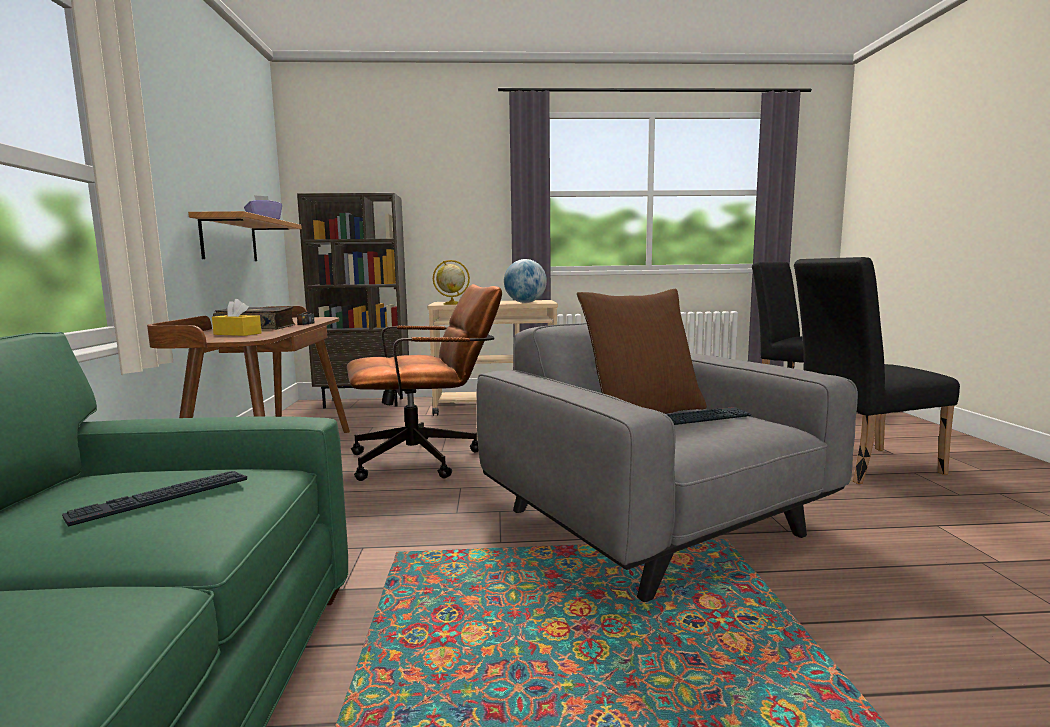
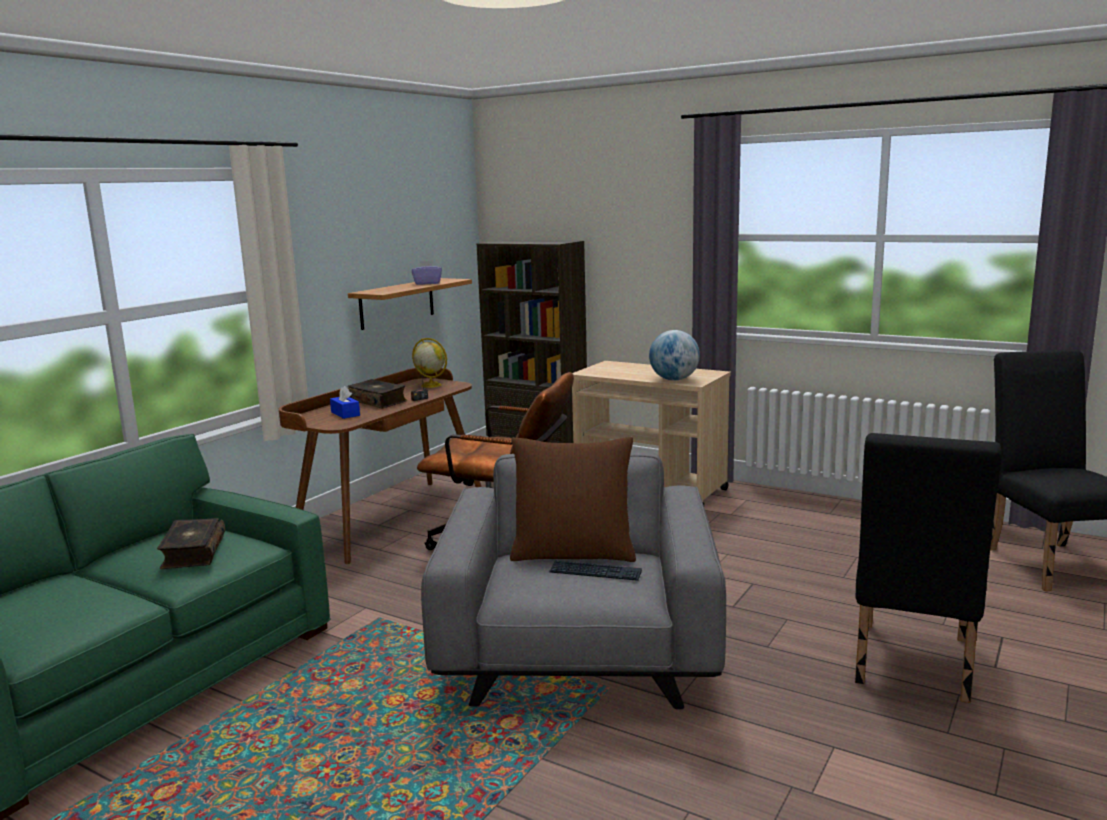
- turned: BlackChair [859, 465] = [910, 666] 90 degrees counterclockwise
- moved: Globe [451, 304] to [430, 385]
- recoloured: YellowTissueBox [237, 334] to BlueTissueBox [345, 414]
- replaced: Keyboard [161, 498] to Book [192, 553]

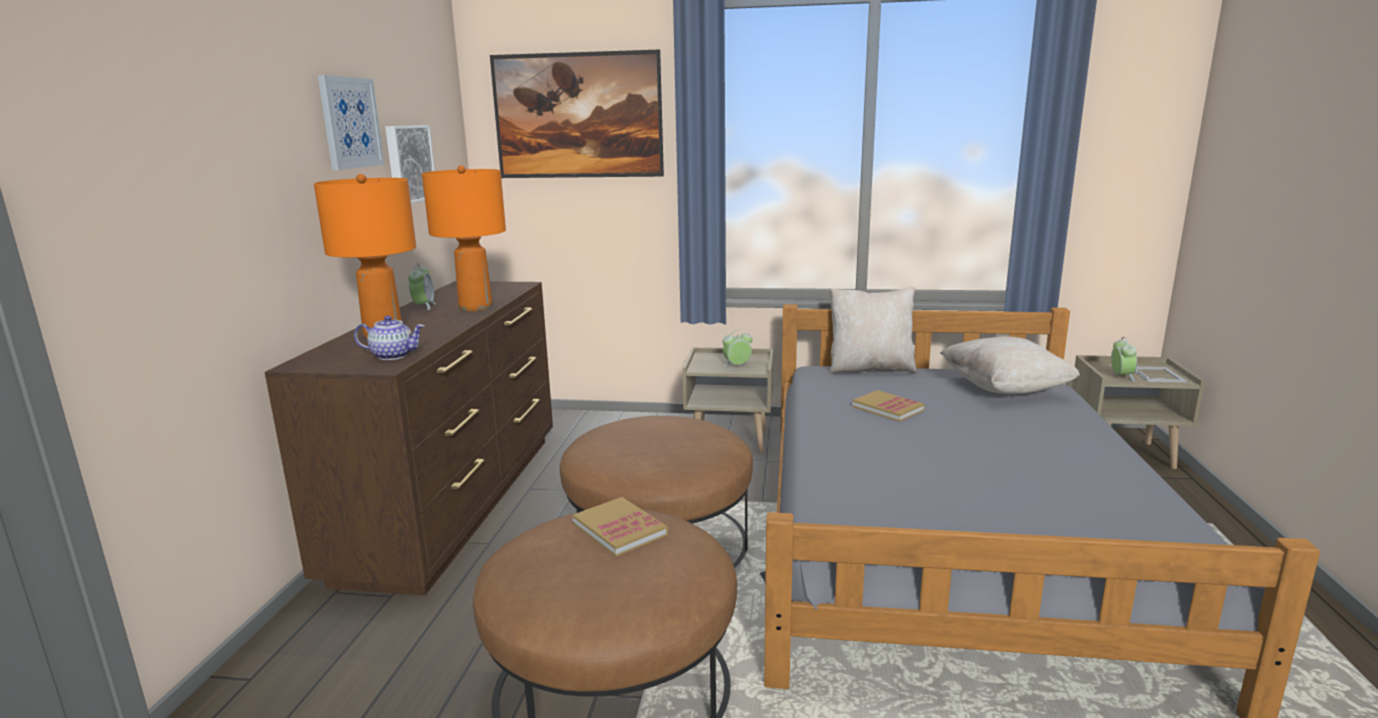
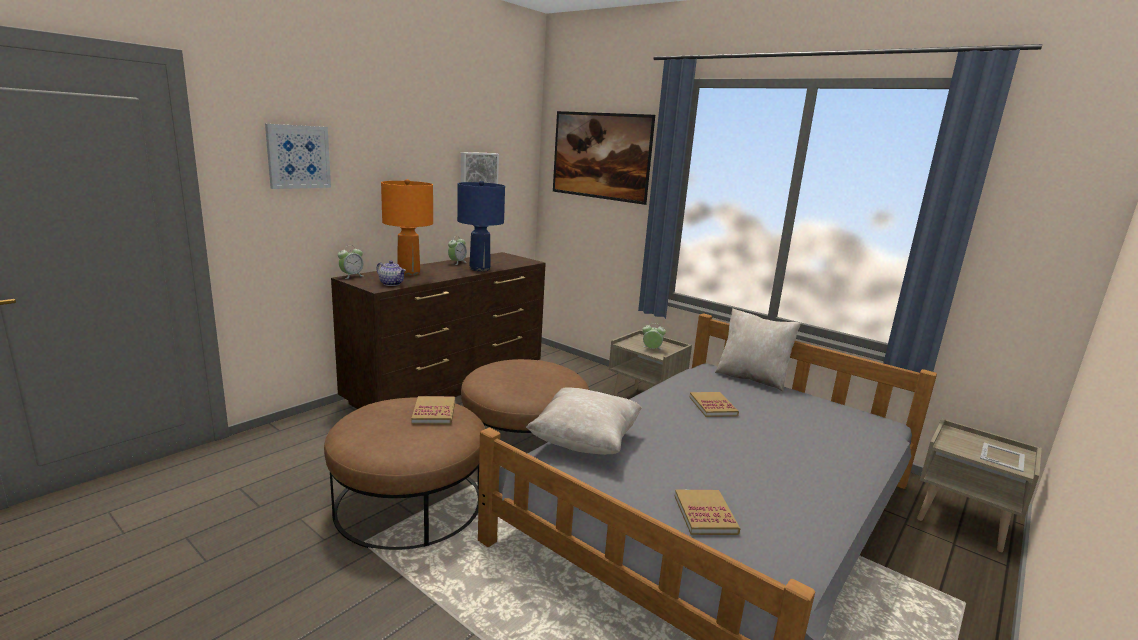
- moved: Picture [350, 123] to [298, 157]
- recoloured: OrangeTableLamp [475, 308] to BlueTableLamp [479, 269]
- moved: BeigePillow [1004, 389] to [585, 442]
- moved: AlarmClock [1121, 377] to [351, 276]
- added: Book [705, 514]

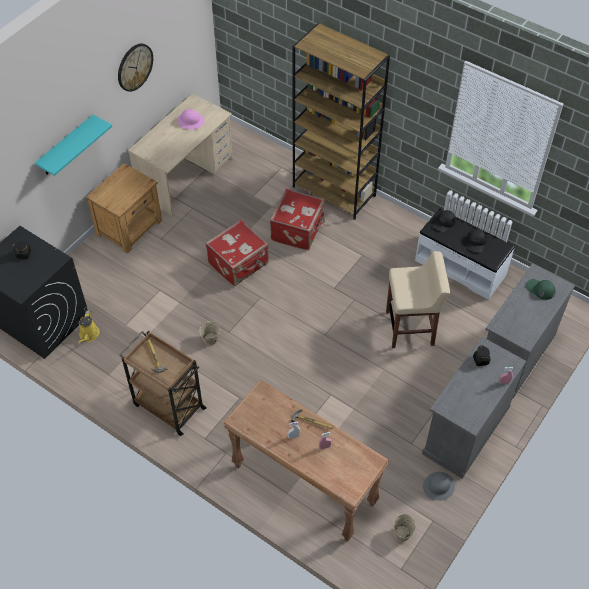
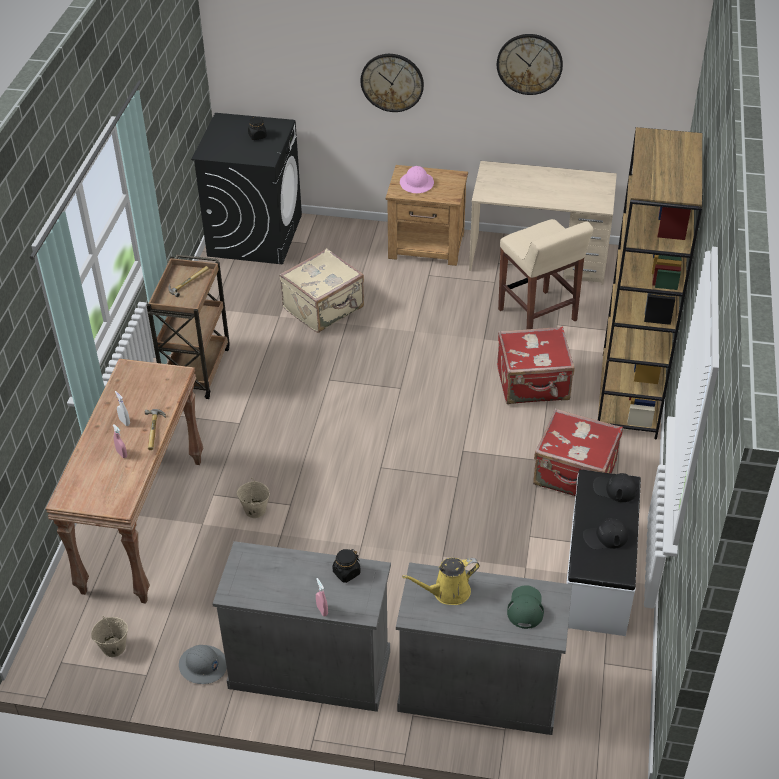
- moved: PinkHardHat [190, 121] to [417, 183]
- replaced: TurquoiseShelf [66, 146] to WallClock [392, 82]
- moved: RedSuitcase [239, 264] to [574, 475]
- moved: BeigeStool [410, 328] to [538, 316]
- moved: YellowWateringCan [89, 335] to [447, 592]
- moved: BeigeBucket [210, 339] to [254, 510]
- added: BeigeSuitcase [324, 308]

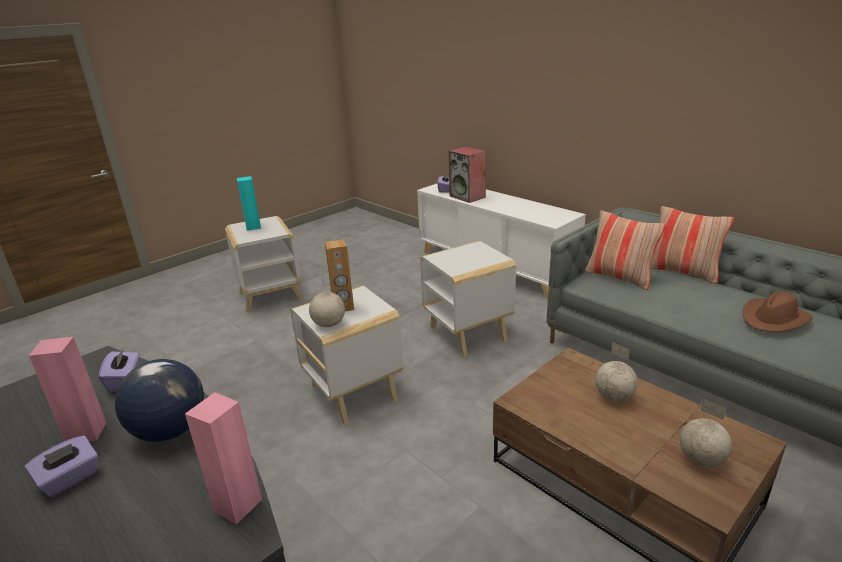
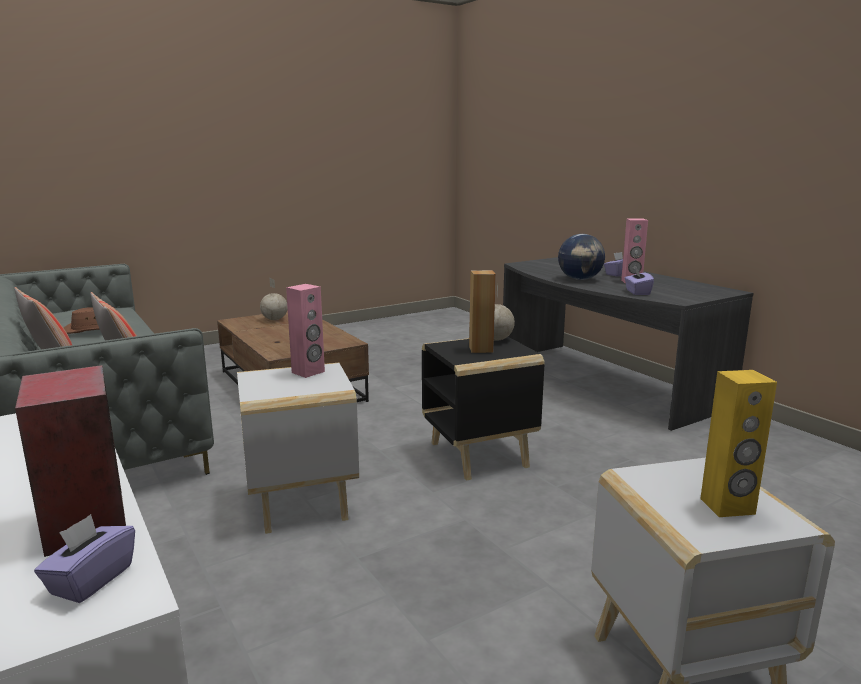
- recoloured: TurquoiseSpeaker [253, 227] to YellowSpeaker [727, 507]
- recoloured: WhiteSideTable [352, 392] to BlackSideTable [479, 455]
- removed: Globe [613, 396]
- moved: PinkSpeaker [237, 505] to [308, 372]

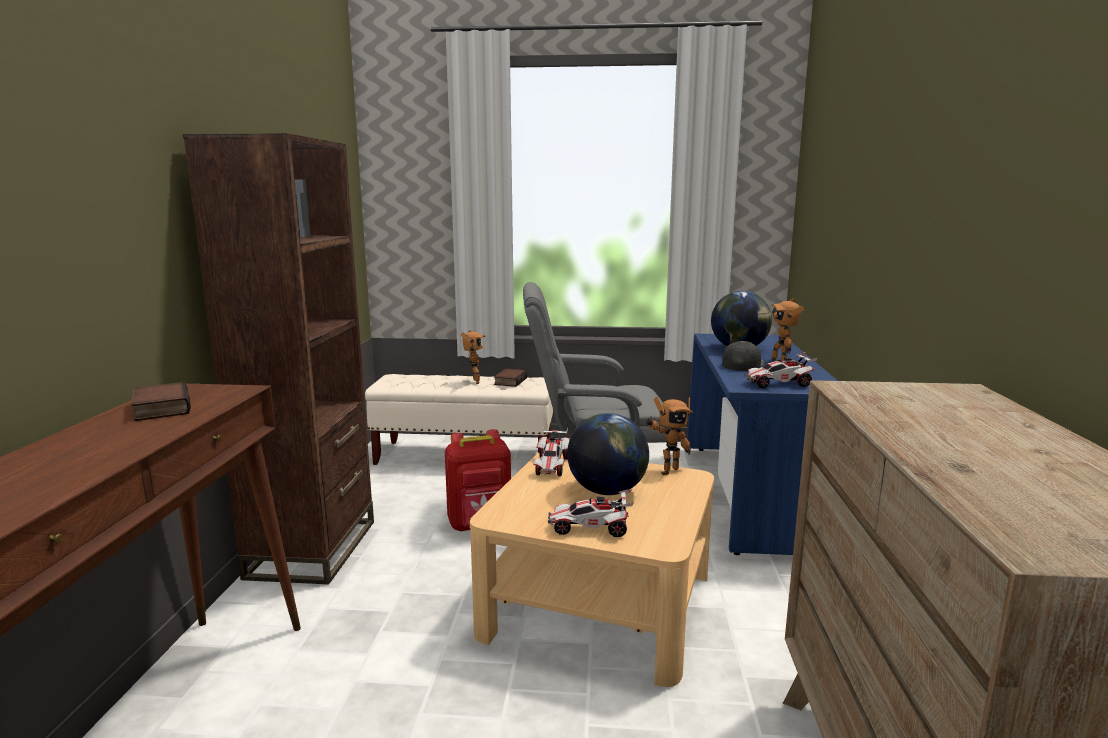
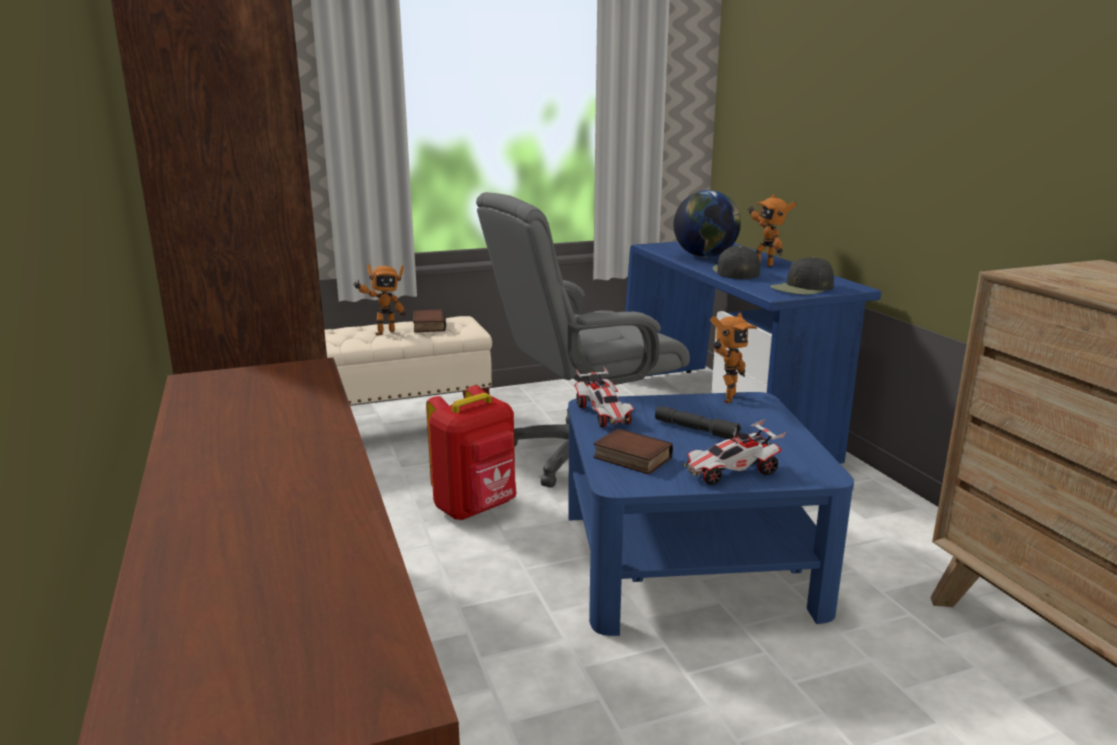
- turned: ToyRobot [474, 382] = [383, 332] 90 degrees clockwise
- replaced: ToyCar [778, 384] to BlackCap [802, 288]
- moved: Book [159, 408] to [630, 458]
- replaced: Globe [607, 491] to GreyFlashlight [696, 430]
- recoloured: BeigeCoffeeTable [600, 603] to BlueCoffeeTable [689, 559]

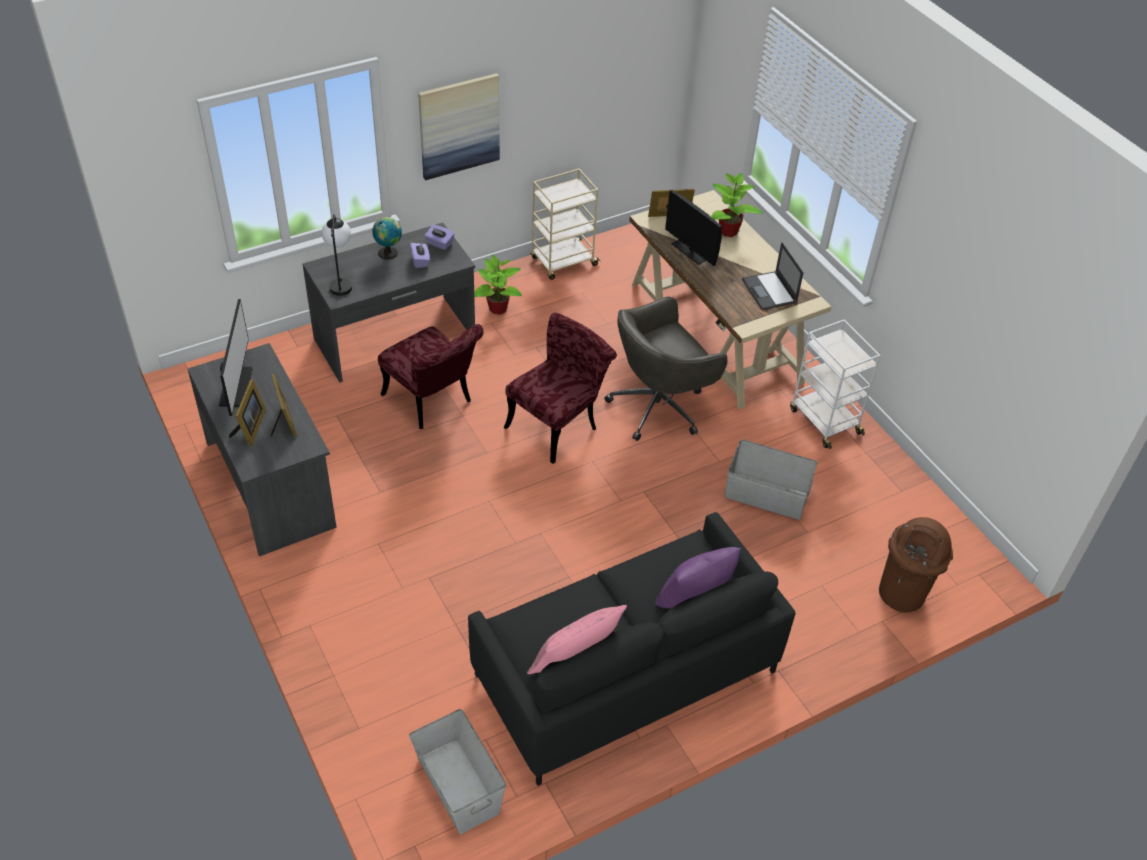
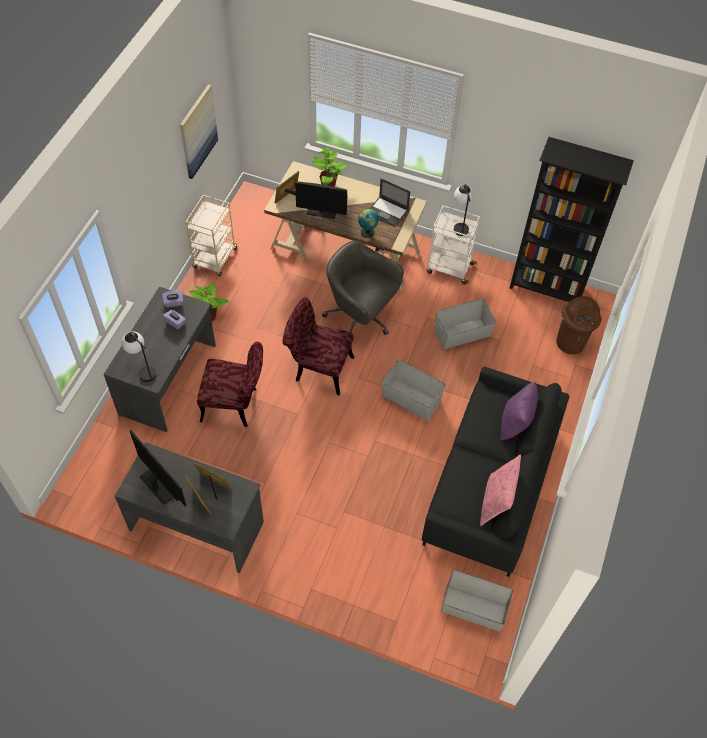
- moved: Picture [459, 126] to [197, 132]
- moved: Globe [389, 252] to [367, 232]
- turned: GreyOfficeChair [659, 406] = [360, 318] 105 degrees clockwise
- turned: RedChair [558, 423] = [318, 368] 75 degrees counterclockwise
- added: BlackBookcase [547, 289]
- added: TableLamp [459, 225]
- added: GreyStorageBox [411, 399]

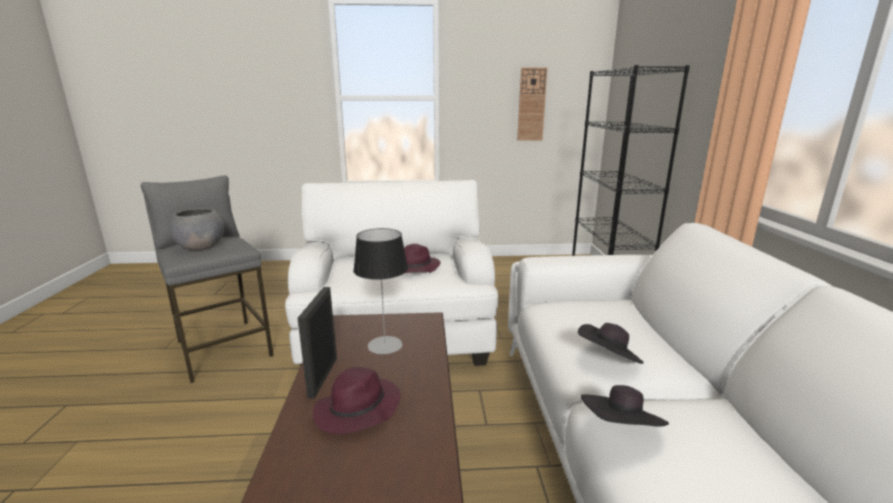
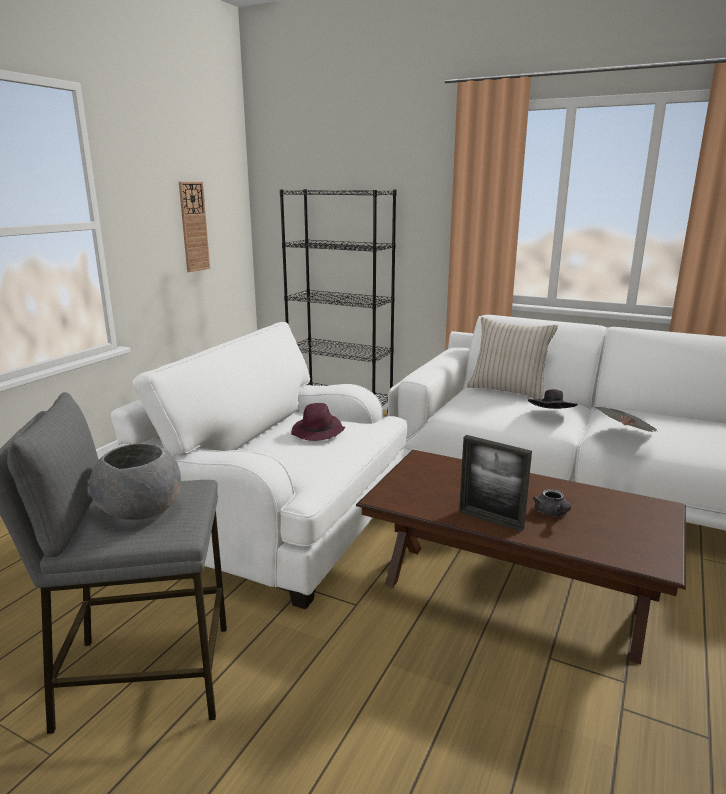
- removed: TableLamp [384, 345]
- replaced: PurpleHat [357, 411] to GreyTeapot [552, 513]
- replaced: BlackHat [620, 429] to Newspaper [625, 436]
- added: BeigePillow [508, 391]

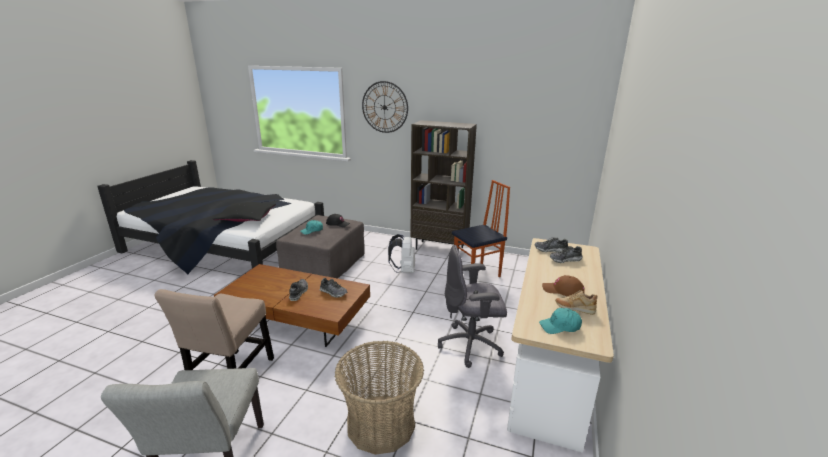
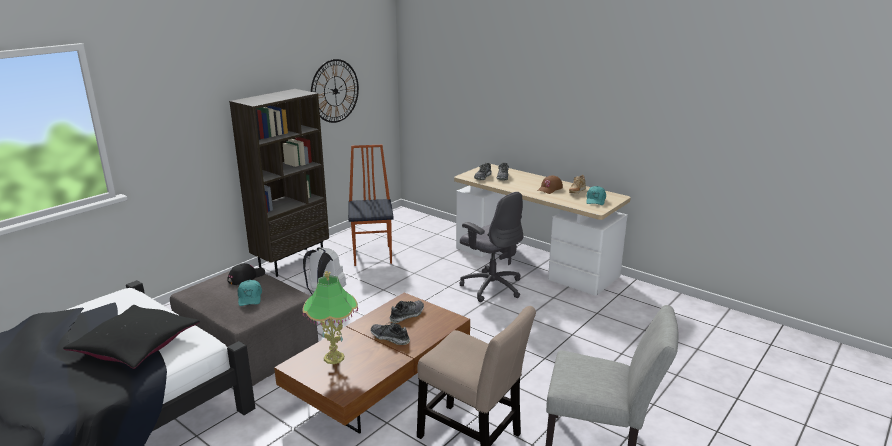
- moved: WallClock [384, 107] to [335, 91]
- turned: GreyOfficeChair [471, 345] = [491, 287] 60 degrees counterclockwise
- removed: Basket [381, 424]
- added: TableLamp [334, 358]

